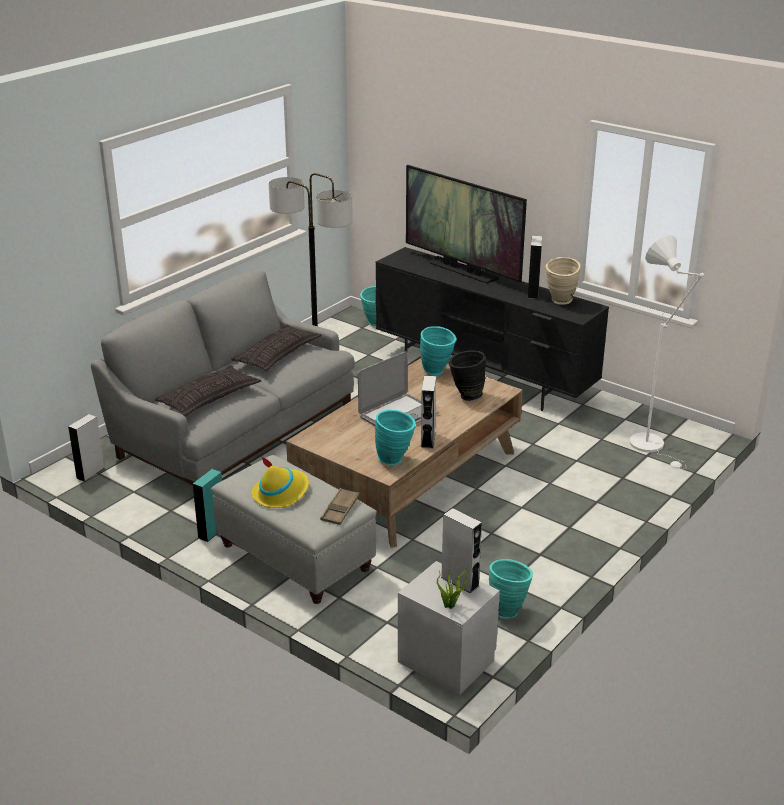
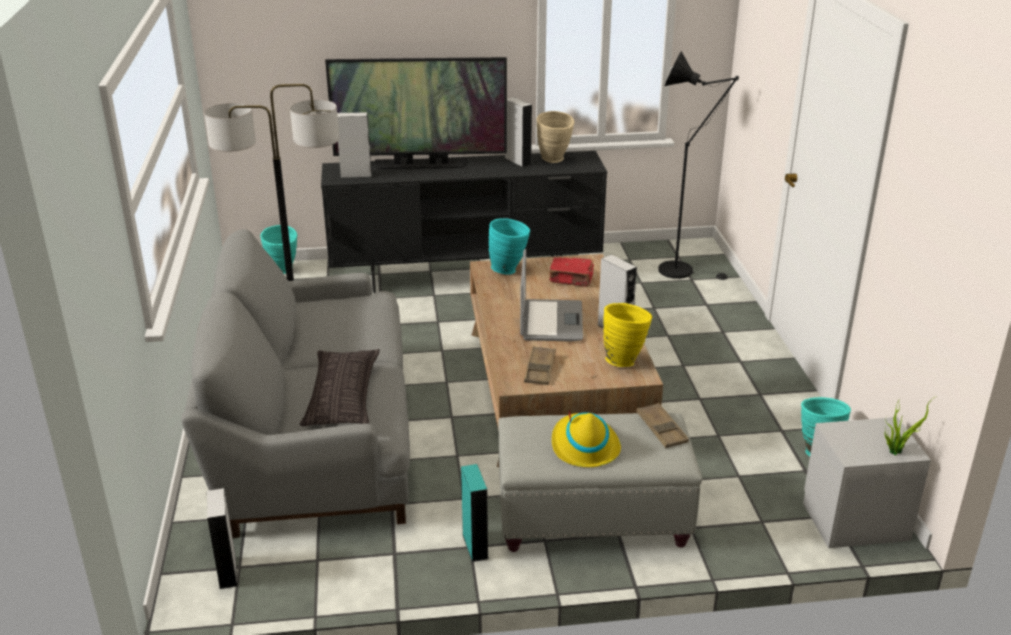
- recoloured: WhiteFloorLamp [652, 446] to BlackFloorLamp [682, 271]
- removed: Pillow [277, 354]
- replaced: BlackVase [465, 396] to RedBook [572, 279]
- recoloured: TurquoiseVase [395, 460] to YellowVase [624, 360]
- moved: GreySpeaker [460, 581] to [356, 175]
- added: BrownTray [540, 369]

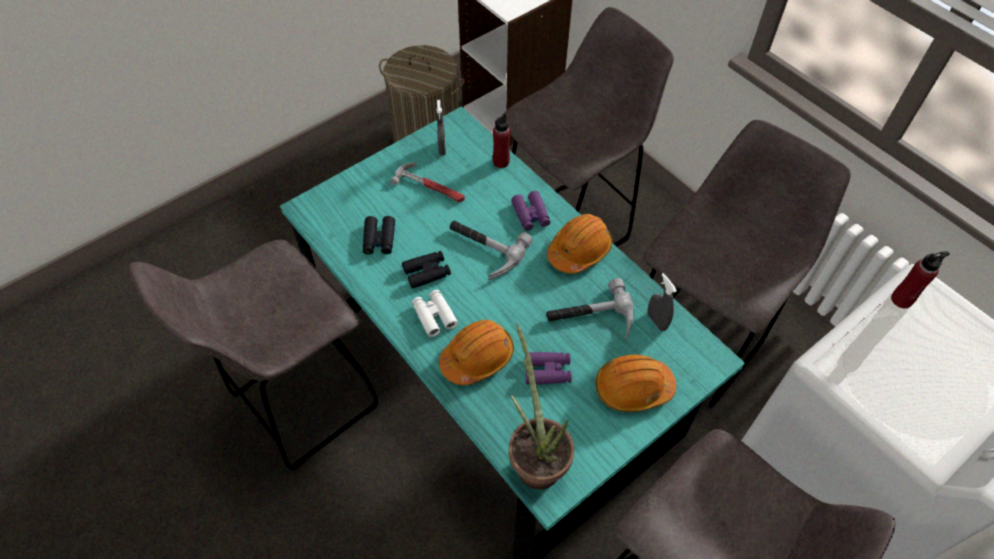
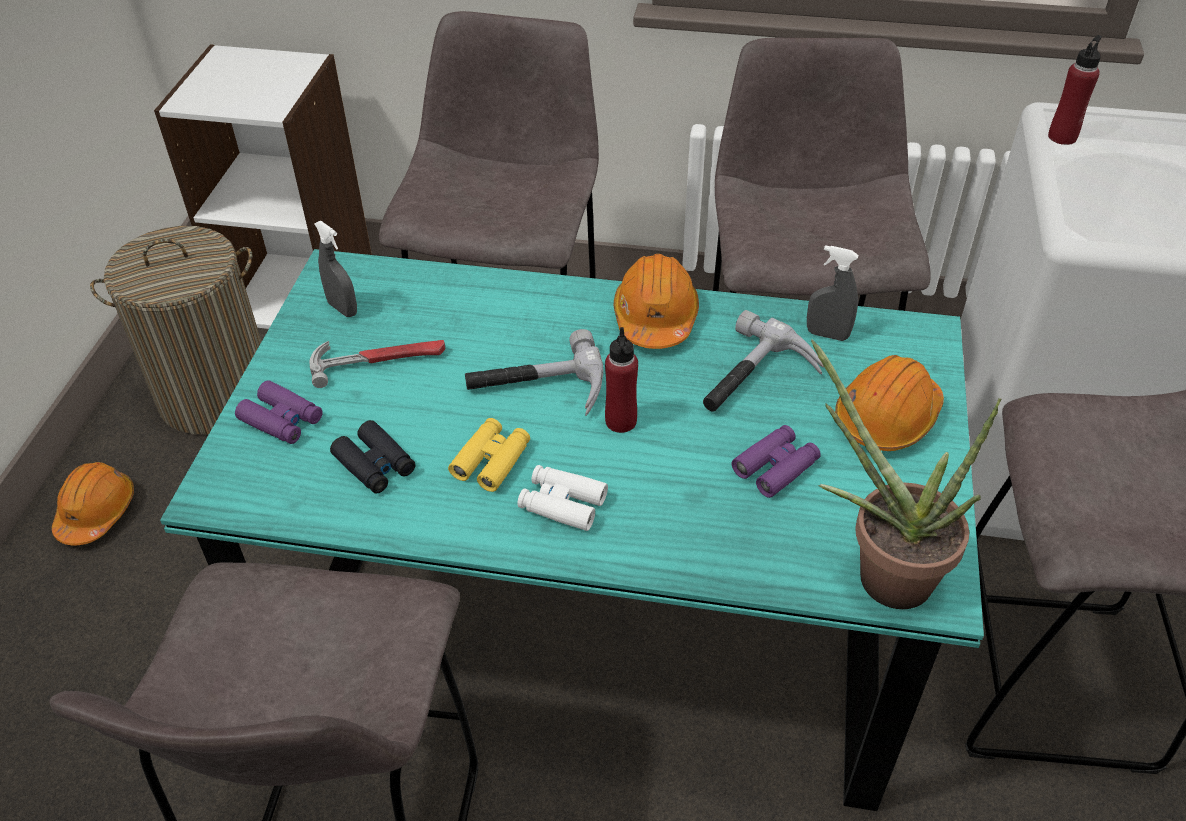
- moved: RedBottle [501, 162] to [620, 421]
- moved: PurpleBinoculars [530, 215] to [282, 420]
- recoloured: BlackBinoculars [427, 272] to YellowBinoculars [491, 460]
- moved: OrangeHardHat [477, 357] to [97, 512]

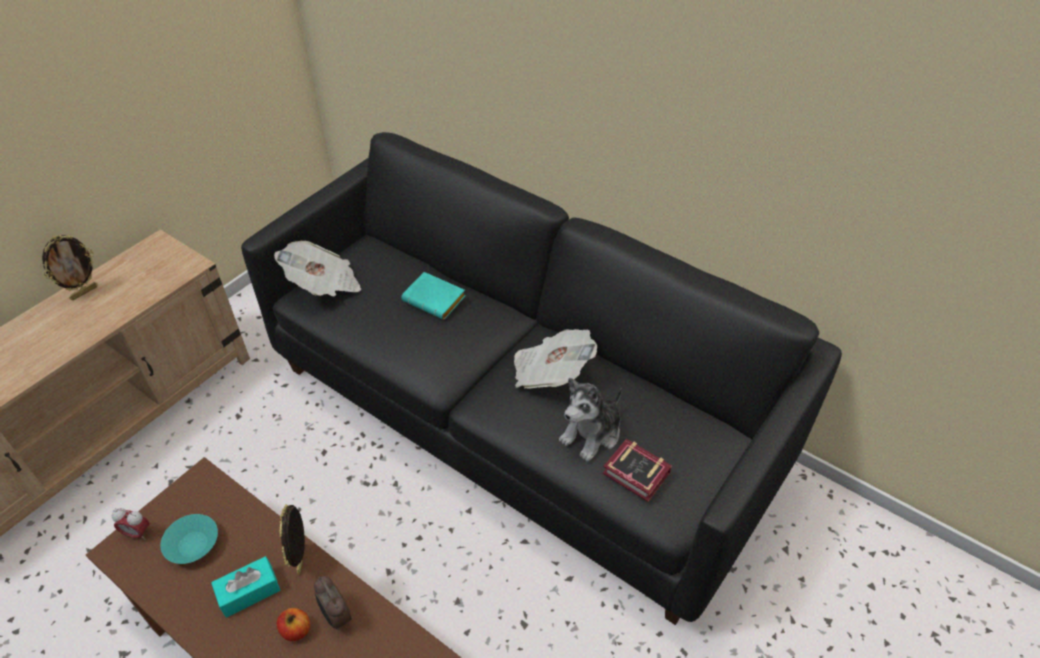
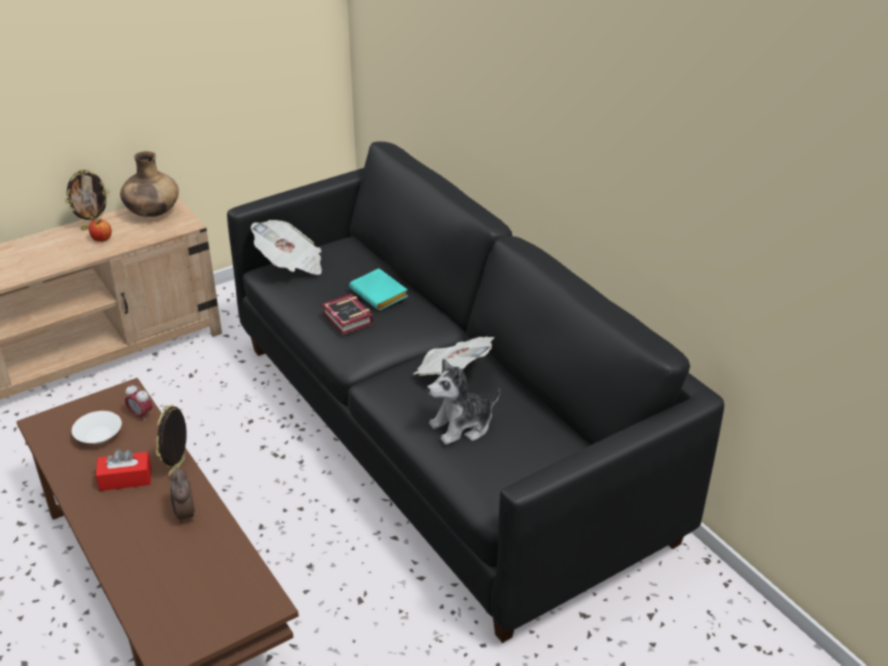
- moved: Book [637, 476] to [347, 320]
- moved: AlarmClock [137, 533] to [141, 415]
- recoloured: TurquoiseBowl [194, 545] to WhiteBowl [99, 436]
- recoloured: TurquoiseTissueBox [249, 592] to RedTissueBox [125, 479]
- moved: Apple [296, 630] to [101, 238]
- added: BrownVase [153, 213]

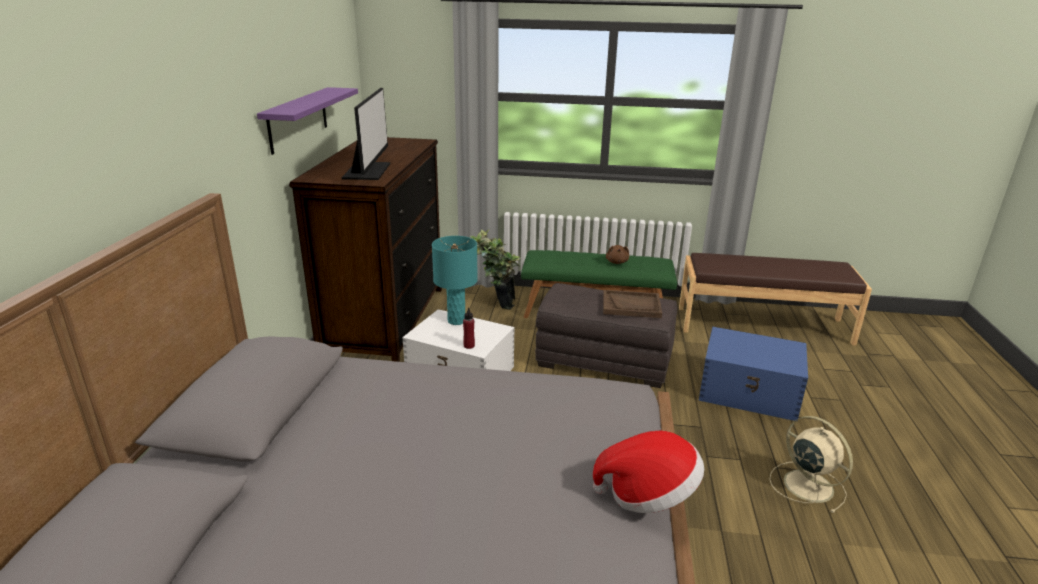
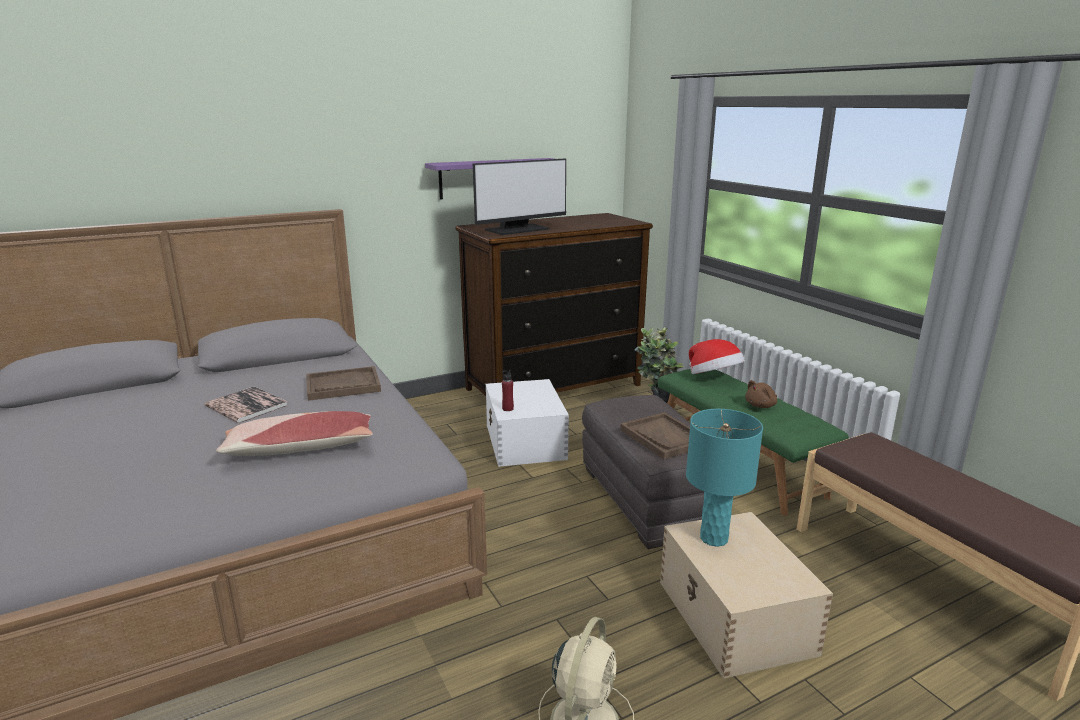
- moved: TurquoiseTableLamp [456, 321] to [713, 538]
- recoloured: BlueStorageBox [749, 392] to BeigeStorageBox [735, 618]
- moved: Hat [648, 494] to [714, 377]
- added: BrownTray [343, 385]
- added: Book [246, 406]
- added: Pillow [299, 448]

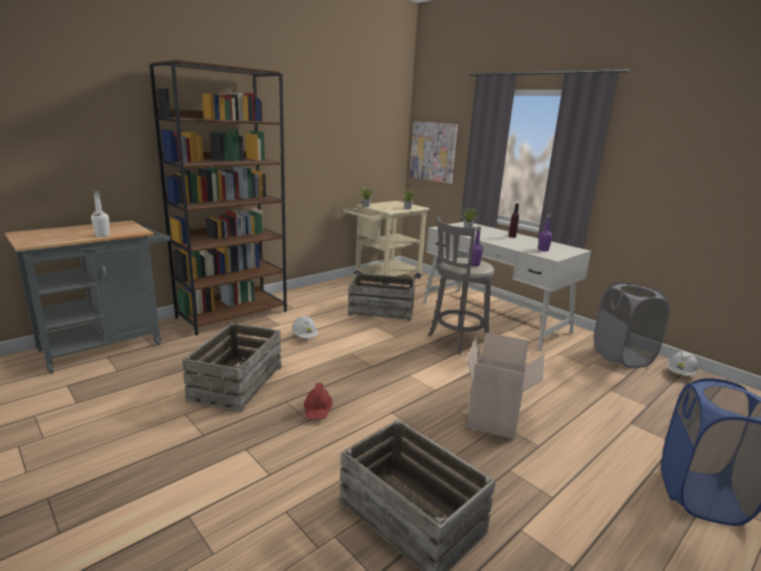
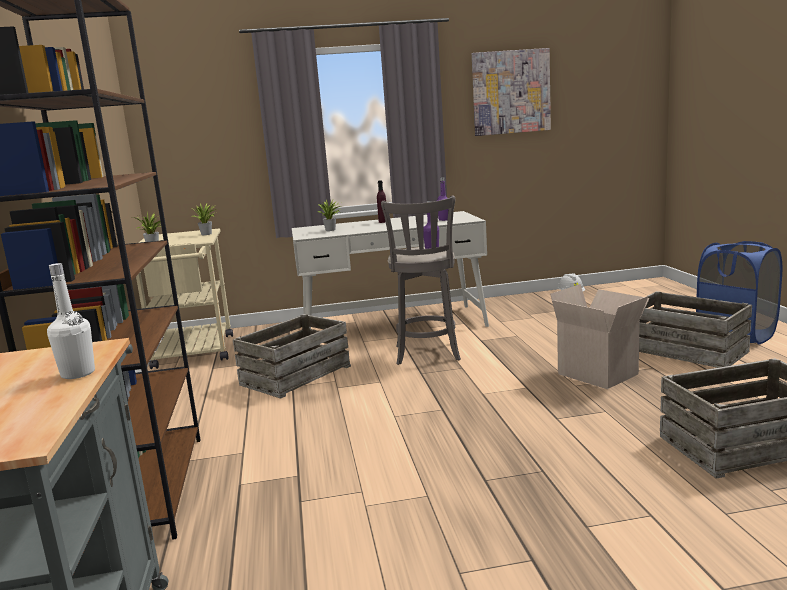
- moved: Picture [433, 151] to [511, 92]
- removed: GreyLaundryBasket [622, 356]
- removed: WhiteHardHat [304, 336]
- moved: Crate [236, 382] to [685, 352]
- removed: RedHardHat [318, 410]

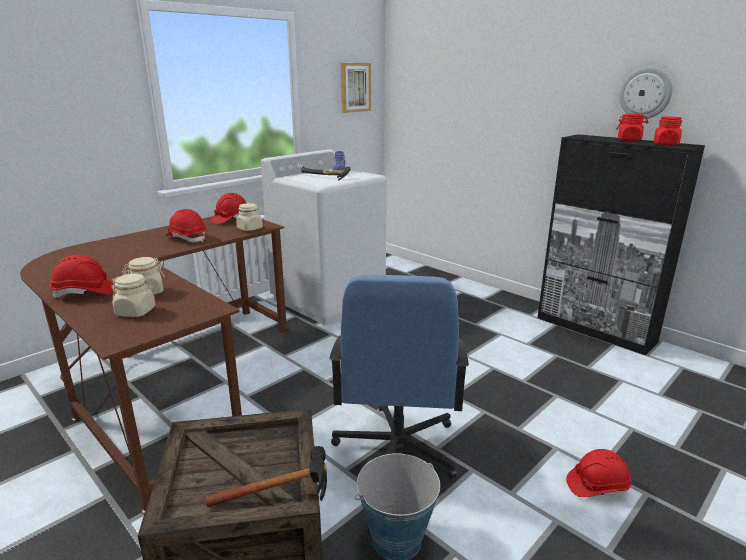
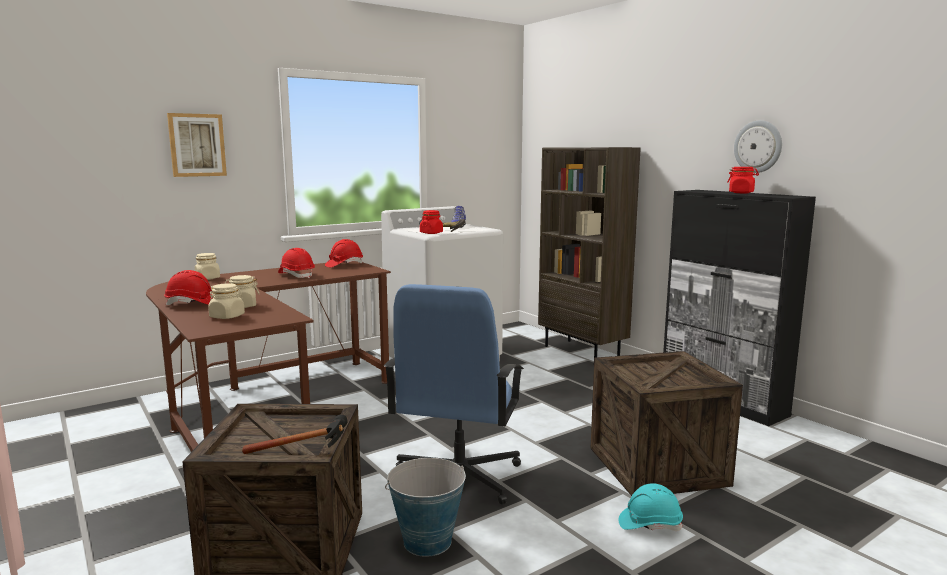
- moved: Picture [355, 87] to [197, 145]
- moved: RedJar [665, 144] to [431, 233]
- moved: BeigeJar [250, 228] to [208, 278]
- recoloured: RedHardHat [597, 486] to TurquoiseHardHat [649, 524]
- added: BrownBookcase [582, 352]
- added: Crate [657, 466]

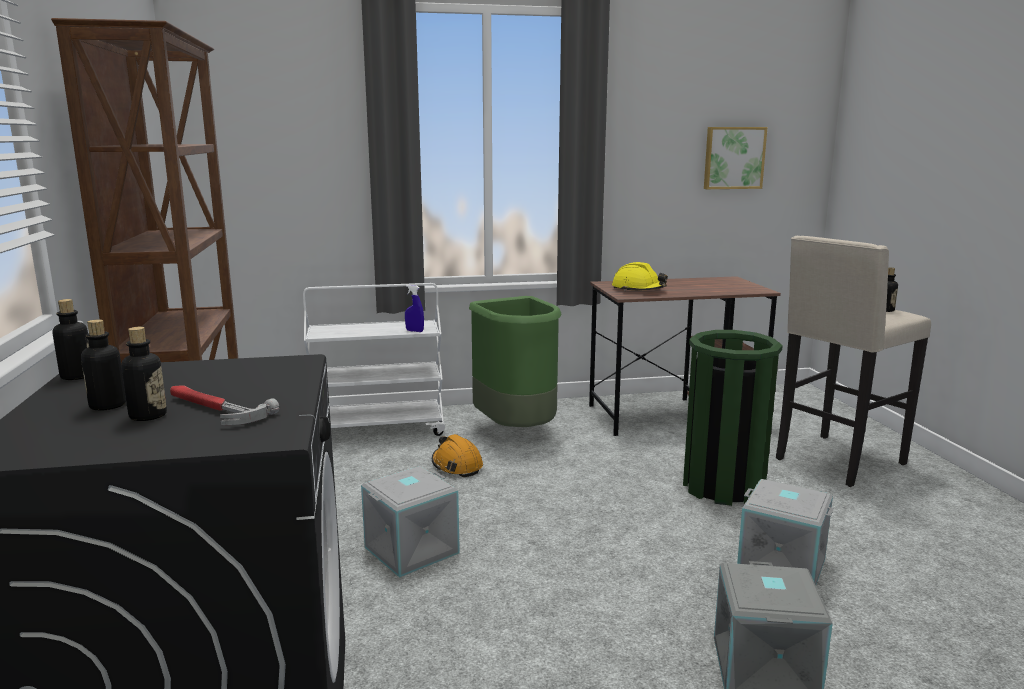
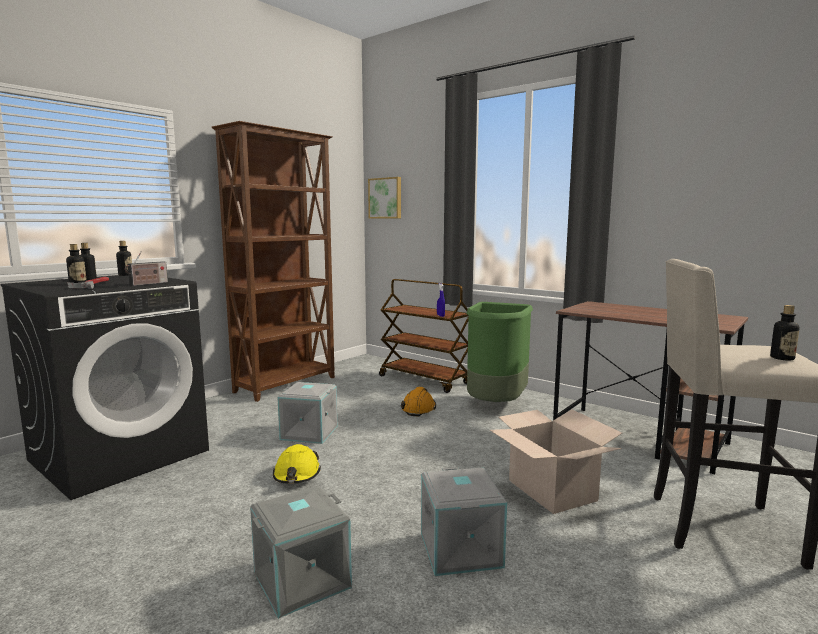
- moved: Picture [733, 158] to [385, 198]
- moved: YellowHardHat [638, 290] to [297, 475]
- recoloured: WhiteCart [378, 429] to BrownCart [425, 380]
- replaced: GreenTrashCan [723, 486] to CardboardBox [552, 490]
- added: Radio [147, 284]

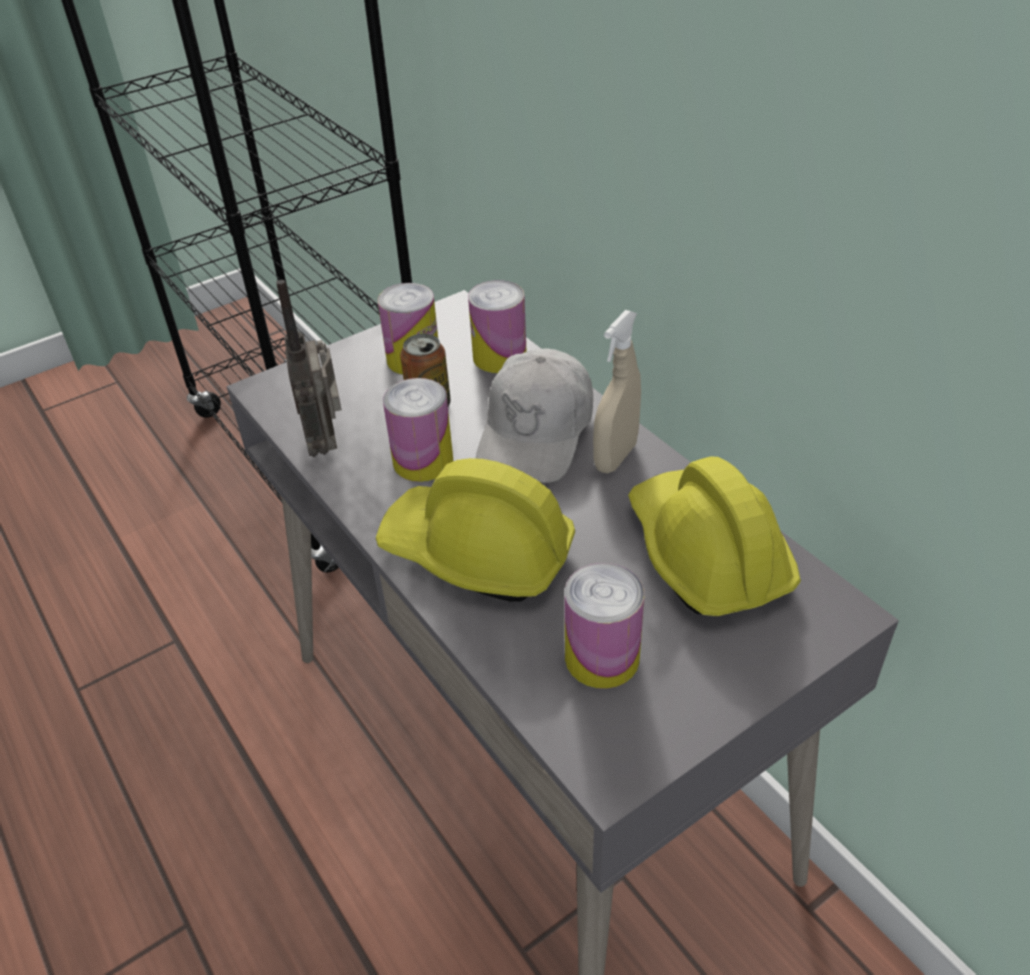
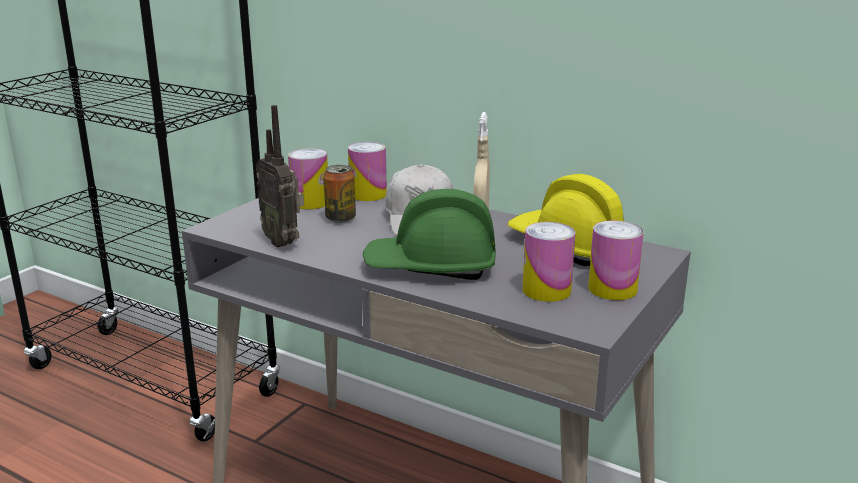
- moved: Can [423, 461] to [612, 289]
- recoloured: YellowHardHat [477, 552] to GreenHardHat [431, 267]

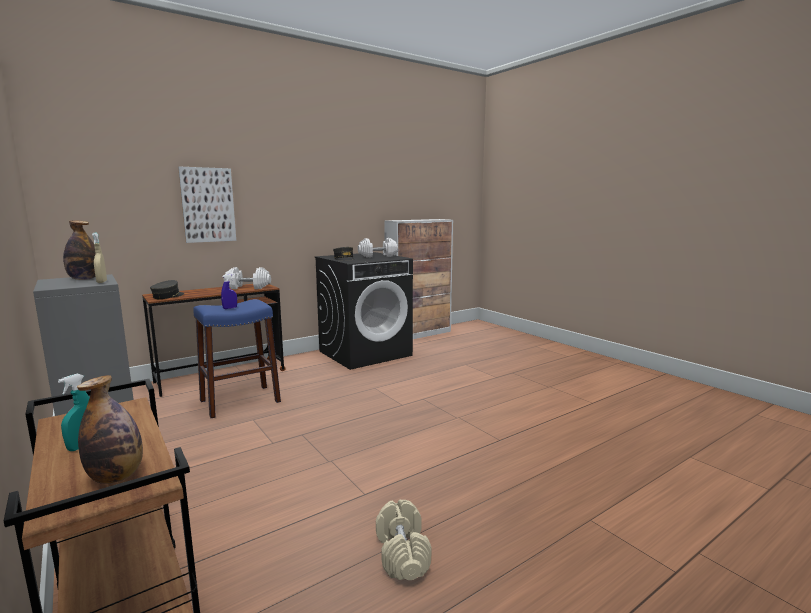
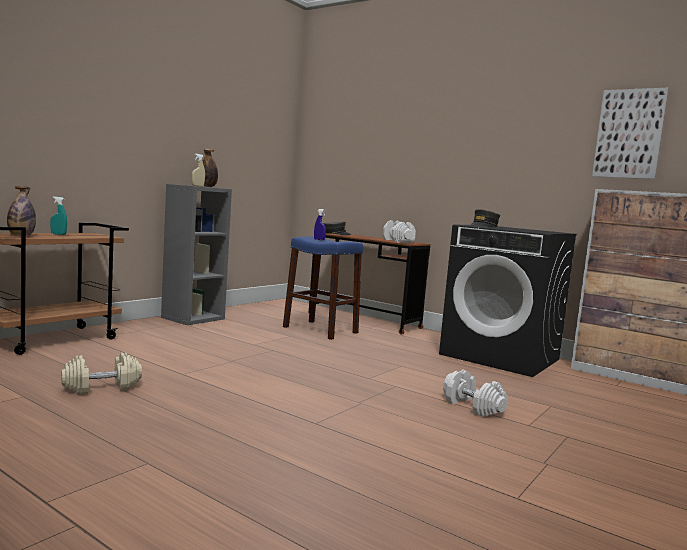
- moved: Picture [208, 205] to [629, 134]
- moved: WhiteDumbbell [377, 256] to [472, 406]

